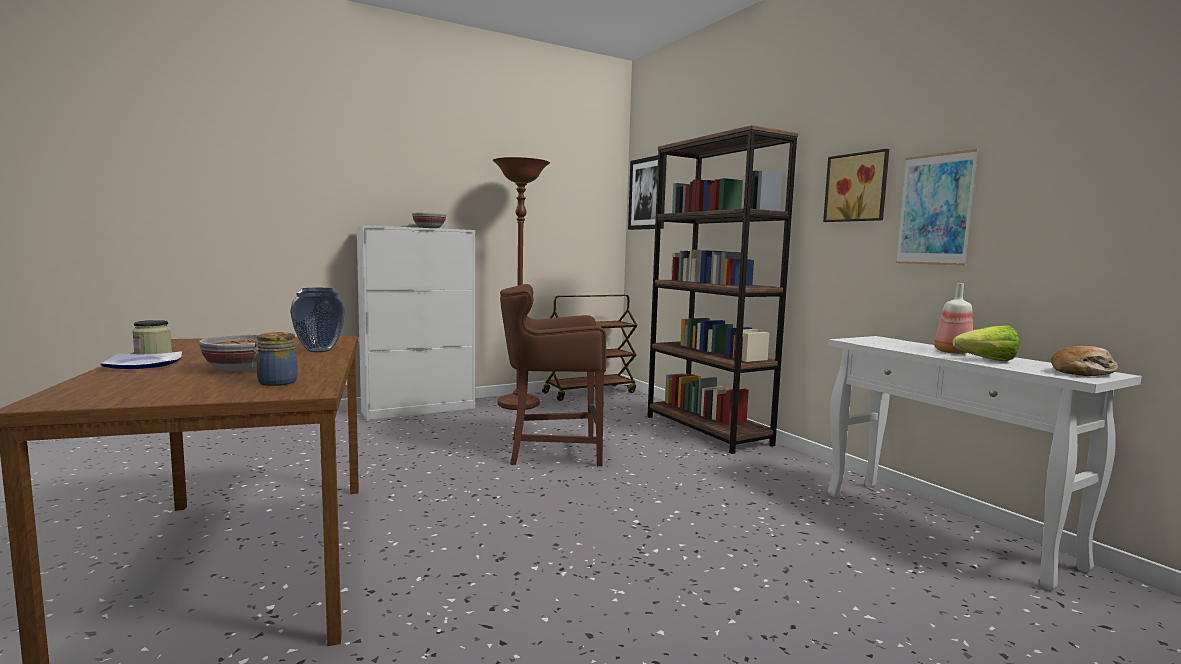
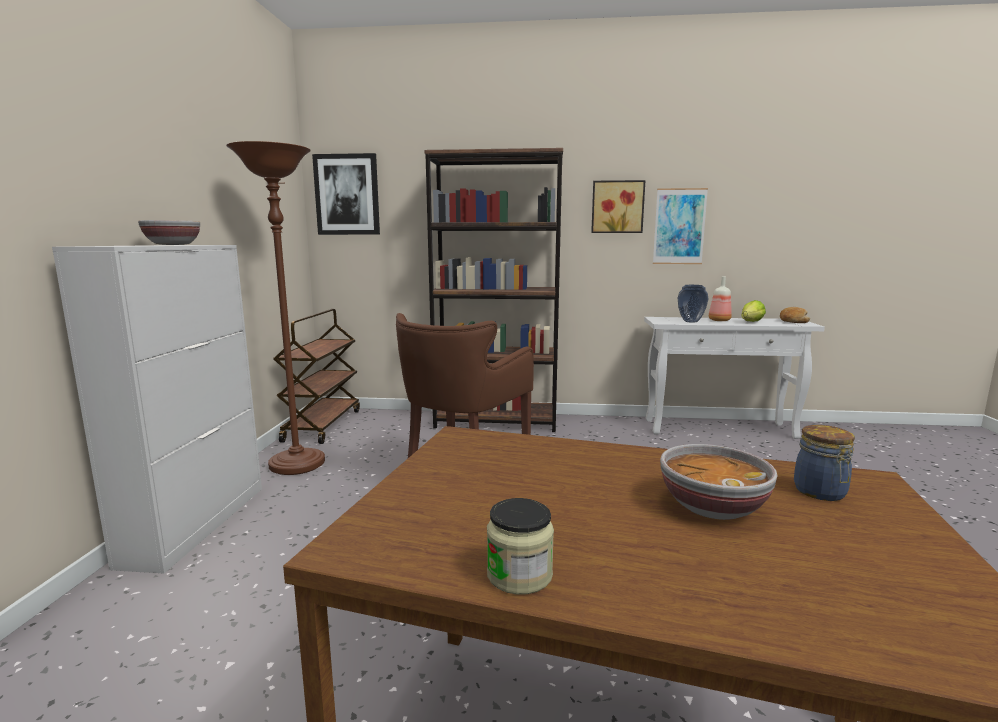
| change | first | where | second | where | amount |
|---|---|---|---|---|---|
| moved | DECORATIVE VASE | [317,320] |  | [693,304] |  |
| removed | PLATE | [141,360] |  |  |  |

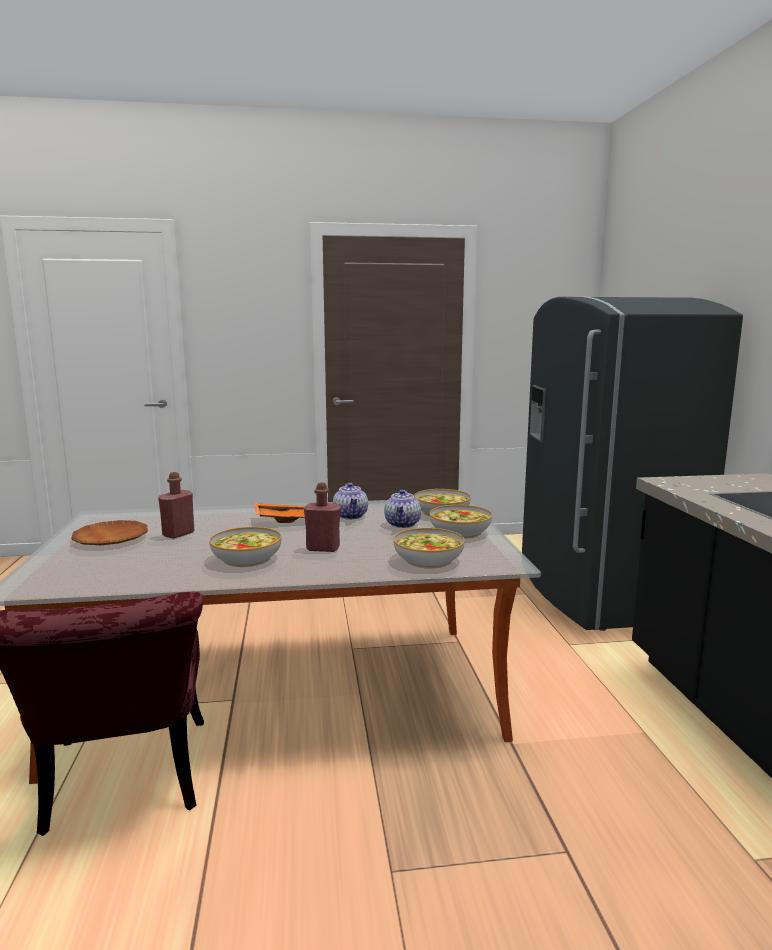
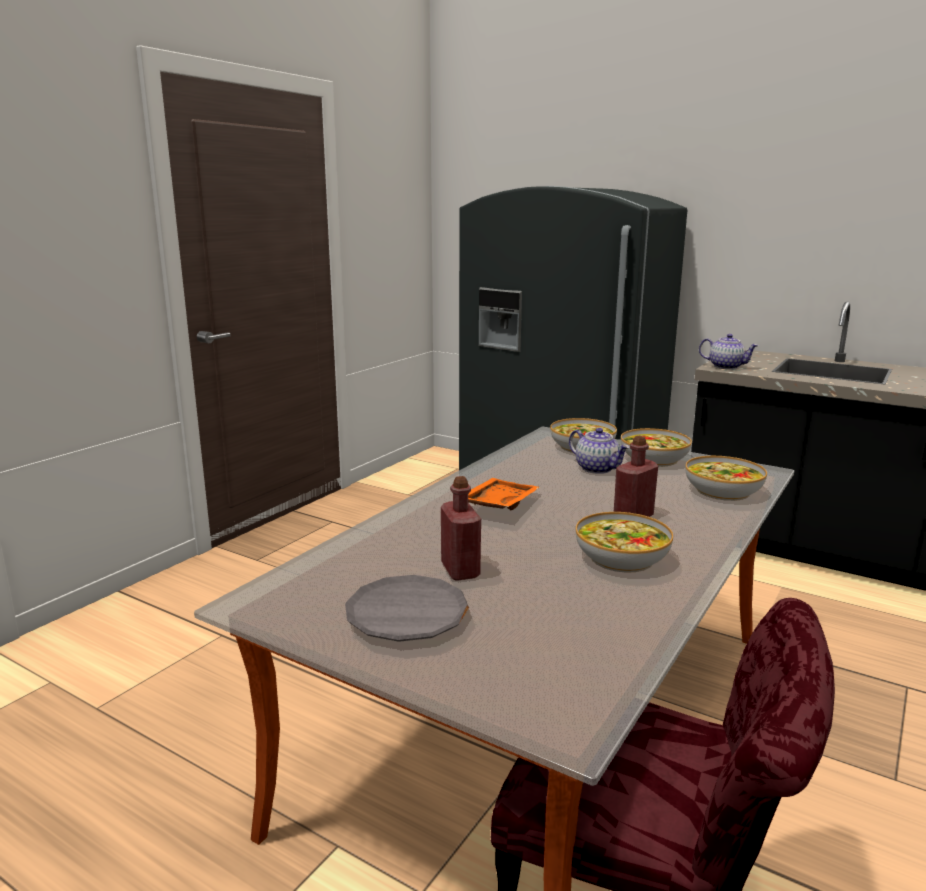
| change | first | where | second | where | amount |
|---|---|---|---|---|---|
| recoloured | BROWN-COLOURED PLATE | [109,532] | GRAY PLATE | [407,608] |  |
| moved | TEAPOT | [350,501] |  | [729,351] |  |

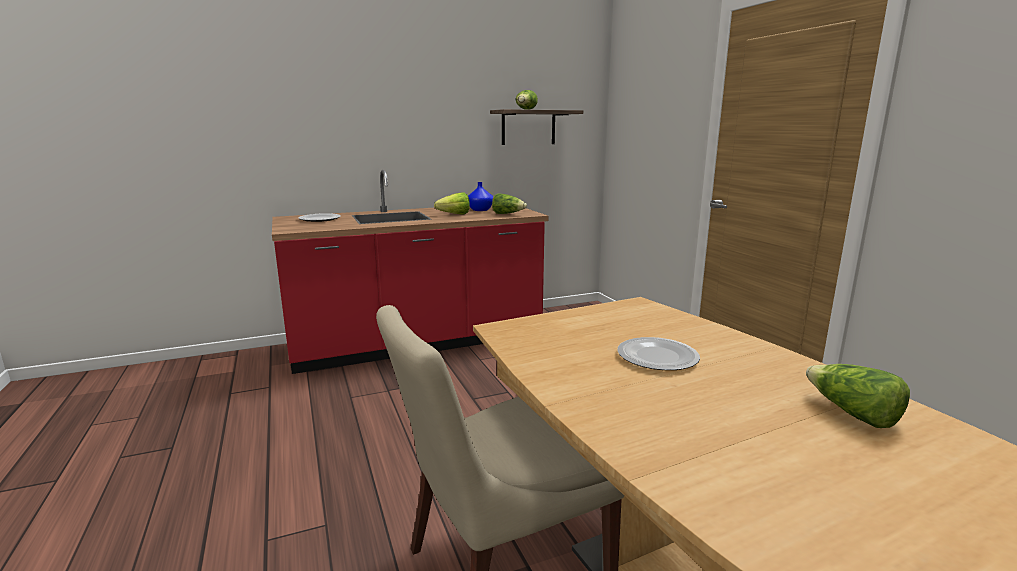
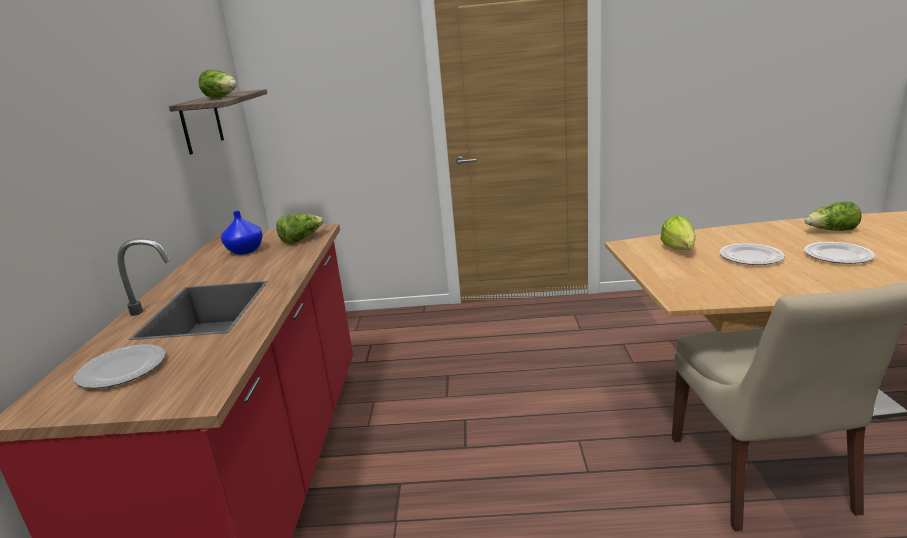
| change | first | where | second | where | amount |
|---|---|---|---|---|---|
| moved | LETTUCE | [452,203] |  | [678,232] |  |
| added |  |  | PLATE | [839,253] |  |

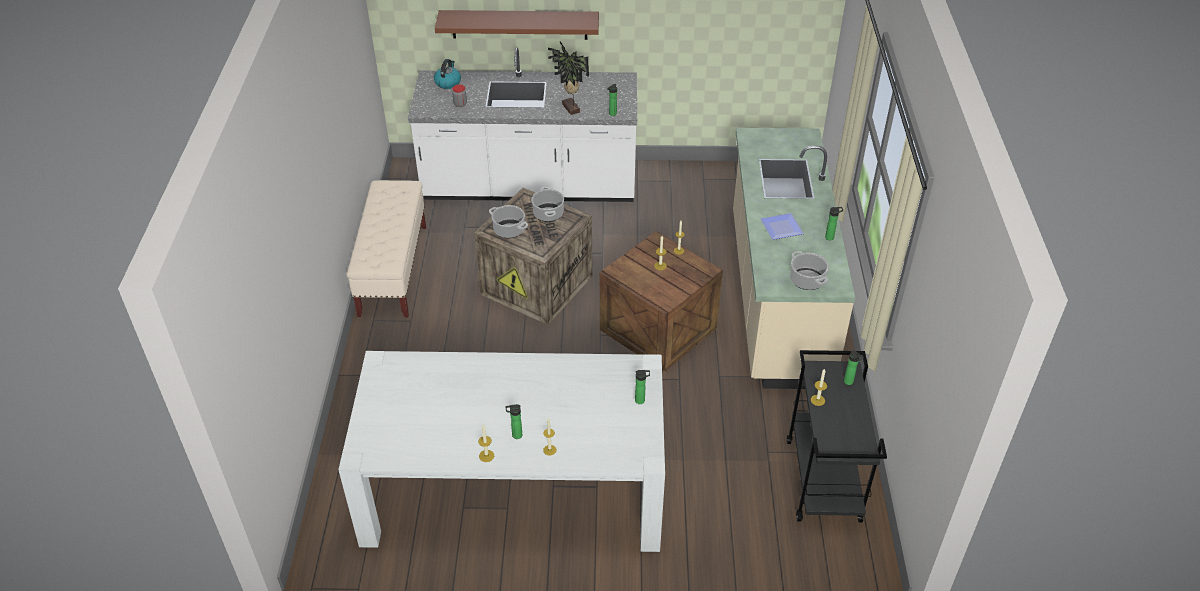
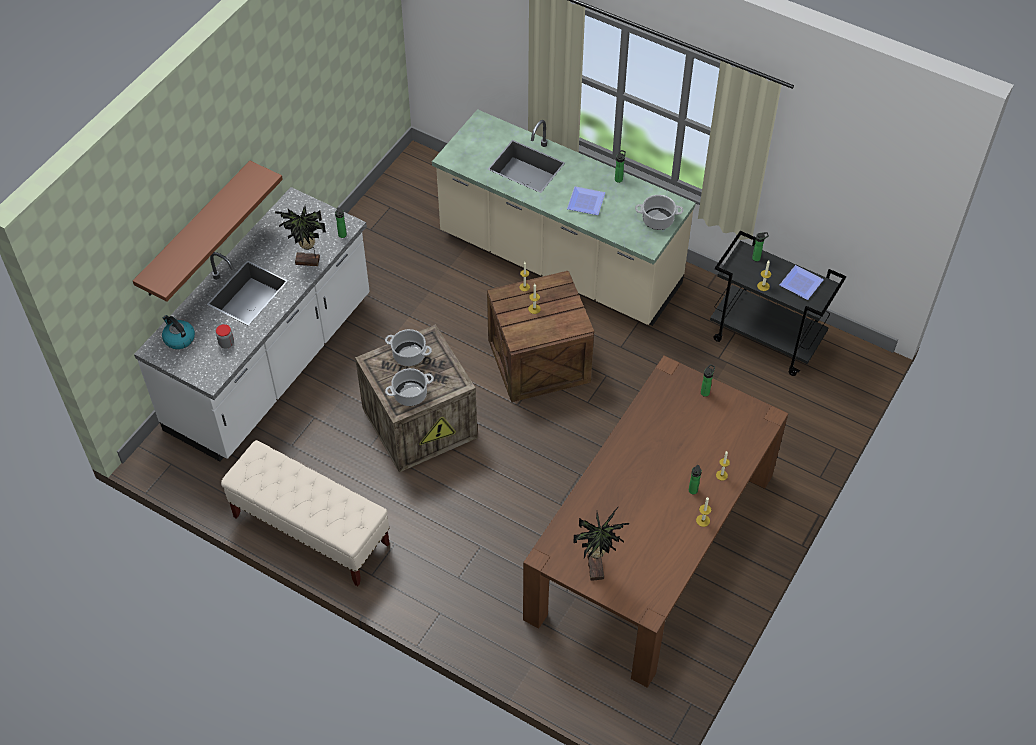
| change | first | where | second | where | amount |
|---|---|---|---|---|---|
| recoloured | WHITE DINING TABLE | [501,451] | BROWN-COLOURED DINING TABLE | [655,522] |  |
| added |  |  | HOUSEPLANT | [601,544] |  |
| added |  |  | PLATE | [802,282] |  |

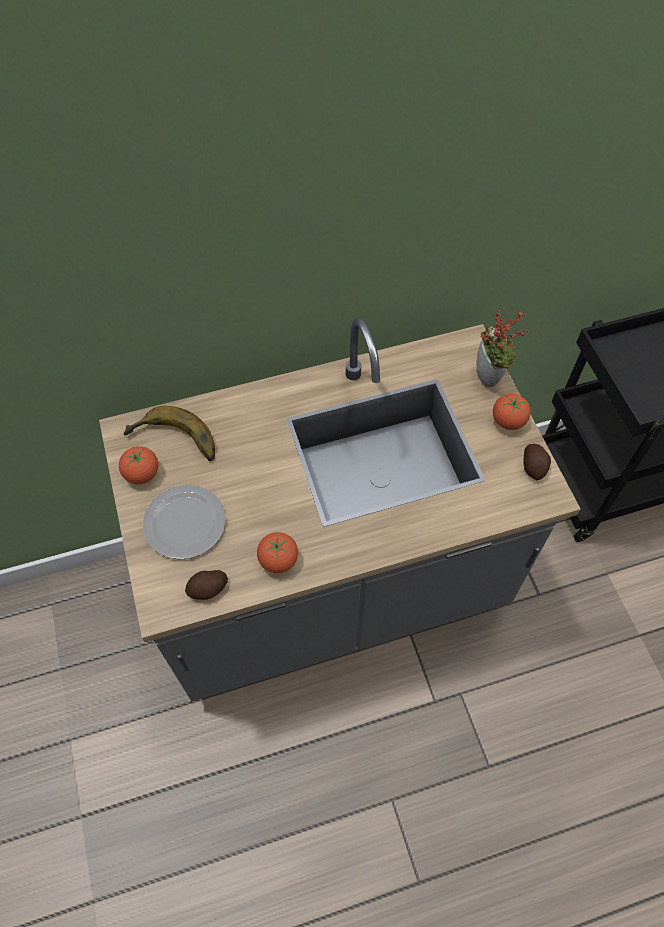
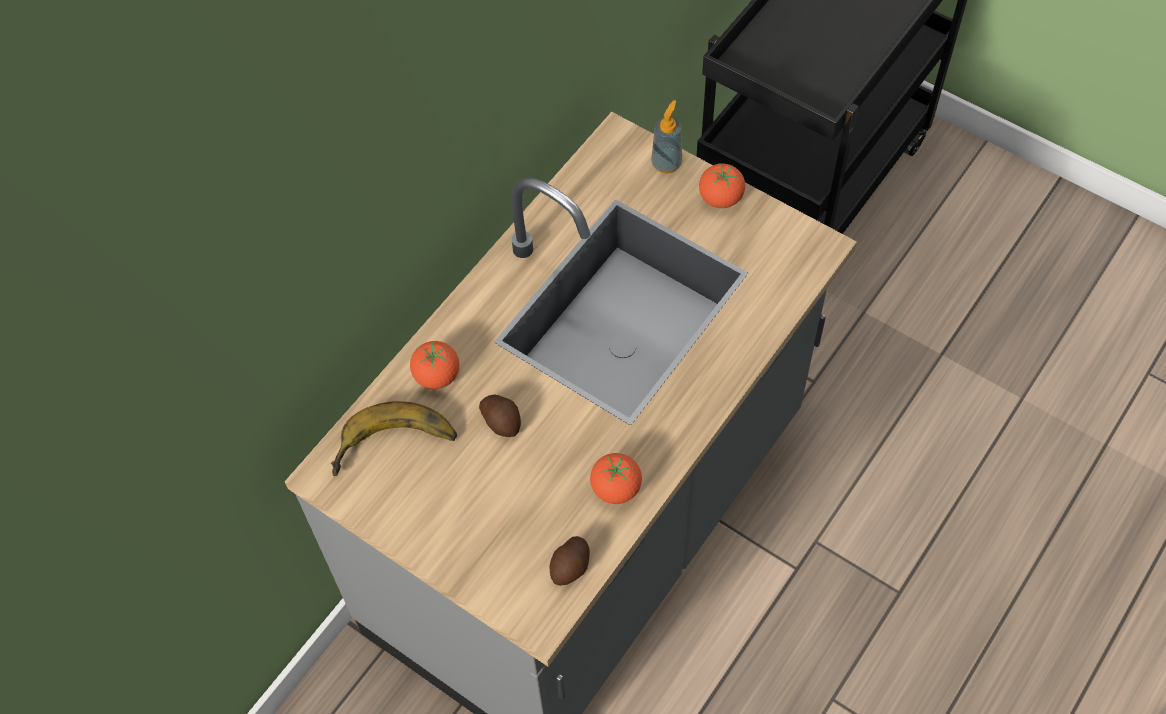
| change | first | where | second | where | amount |
|---|---|---|---|---|---|
| moved | WHOLE TOMATO | [138,465] |  | [434,365] |  |
| moved | POTATO | [537,462] |  | [500,415] |  |
| replaced | HOUSEPLANT | [502,348] | SOAP DISPENSER | [666,137] |  |
| removed | PLATE | [184,522] |  |  |  |

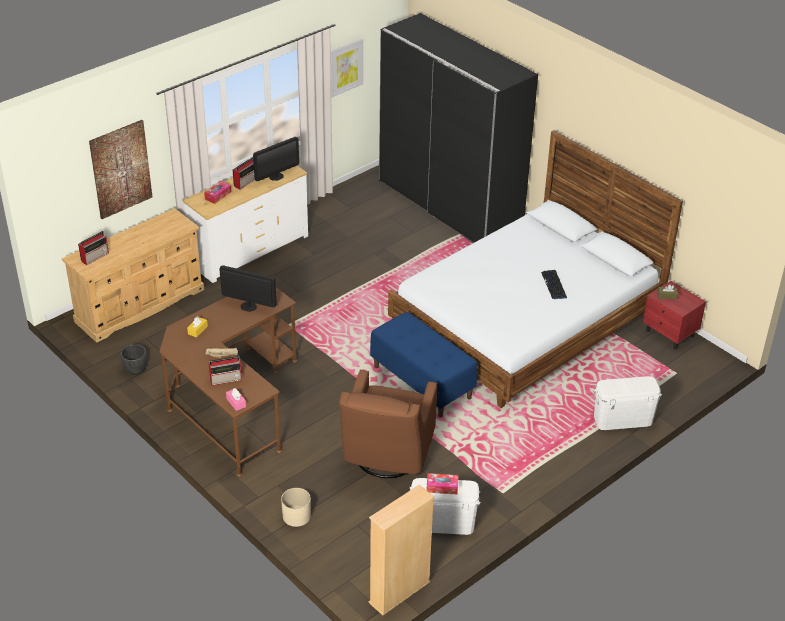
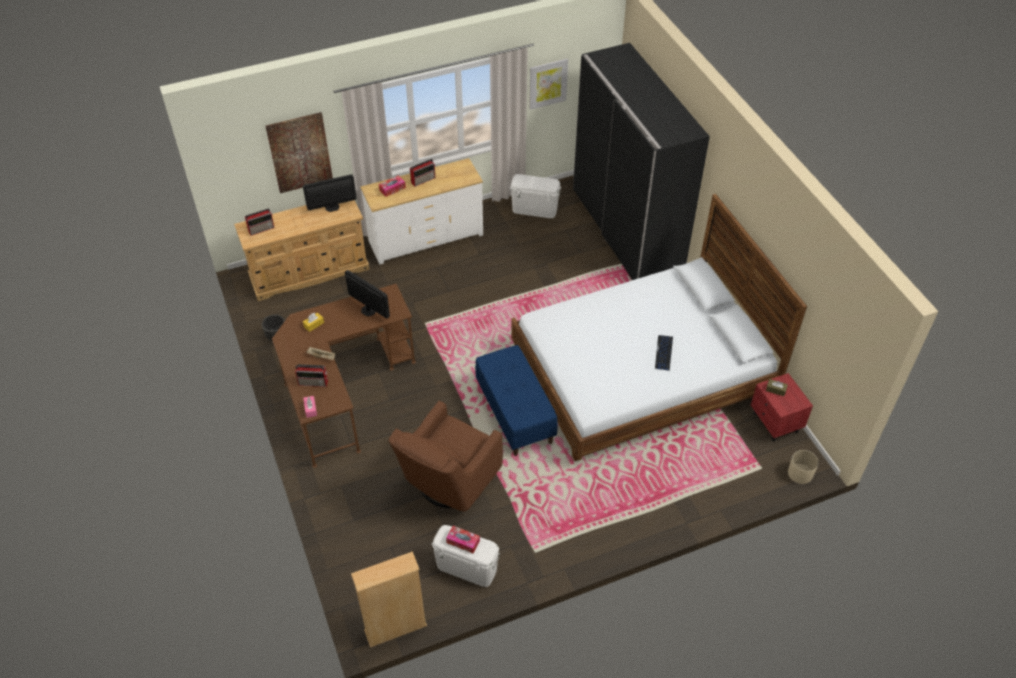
| change | first | where | second | where | amount |
|---|---|---|---|---|---|
| moved | COMPUTER DISPLAY | [276,159] |  | [329,193] |  |
| moved | WHITE STORAGE BOX | [628,403] |  | [535,196] |  |
| moved | SAND-COLOURED FLOWER POT | [296,507] |  | [803,467] |  |

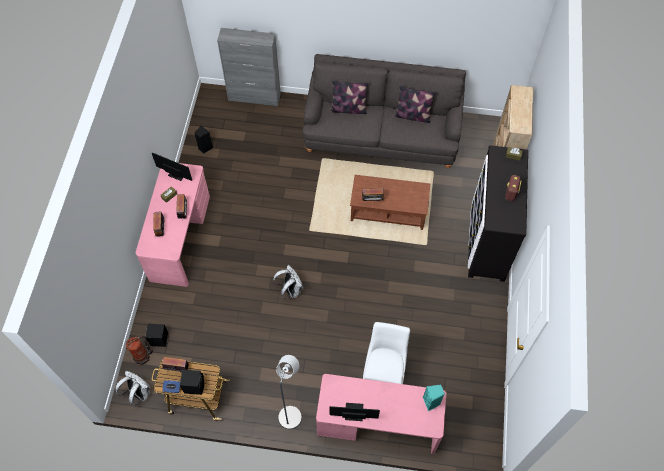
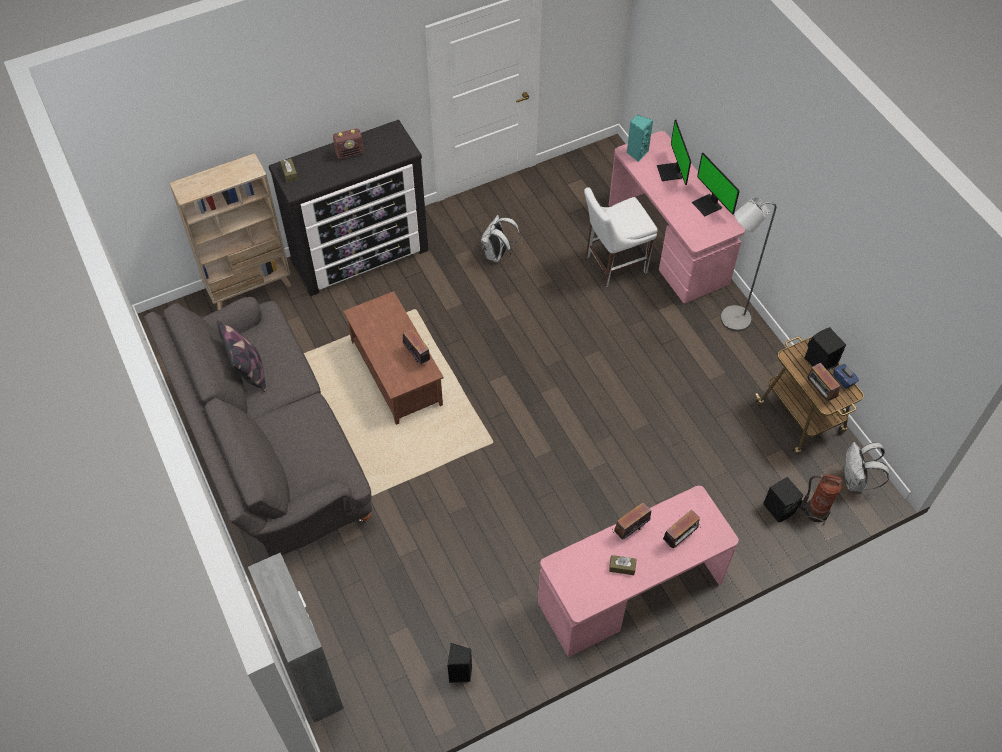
| change | first | where | second | where | amount |
|---|---|---|---|---|---|
| moved | WHITE RUCKSACK | [288,282] |  | [500,238] |  |
| moved | COMPUTER DISPLAY | [172,167] |  | [674,152] |  |
| removed | THROW PILLOW | [349,97] |  |  |  |

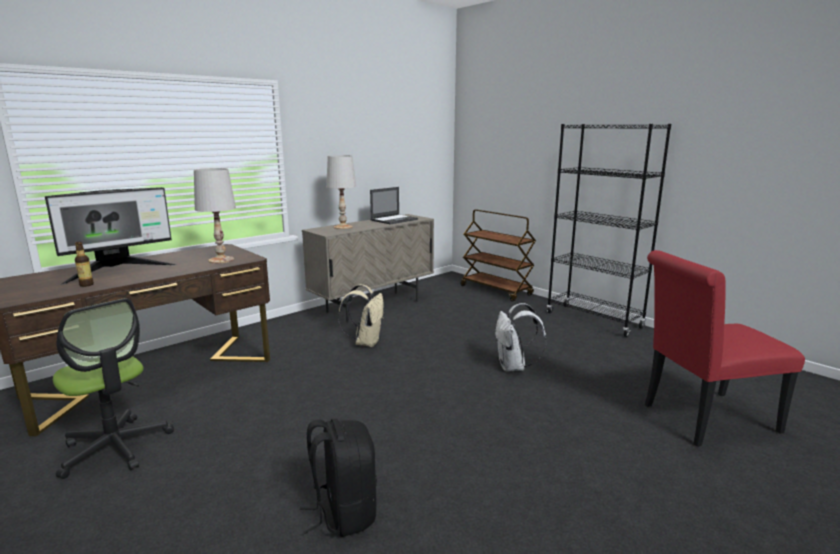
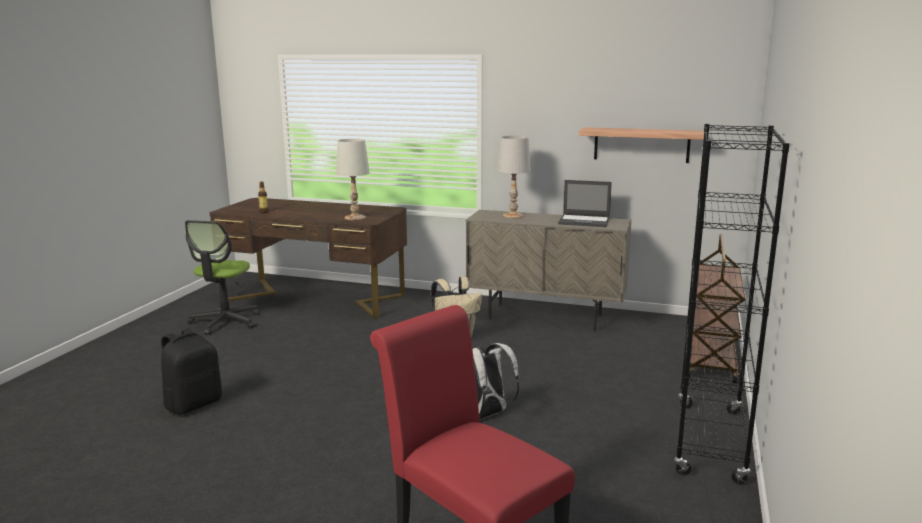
| change | first | where | second | where | amount |
|---|---|---|---|---|---|
| added |  |  | BRACKET SHELF | [641,145] |  |
| removed | COMPUTER DISPLAY | [110,236] |  |  |  |

